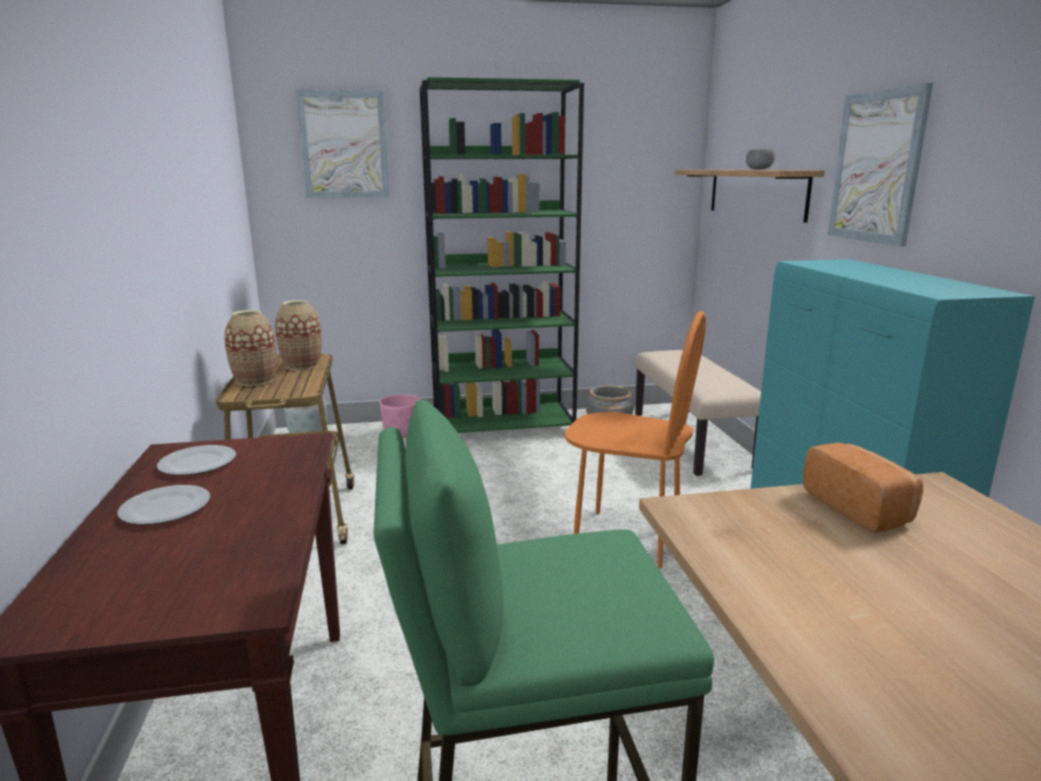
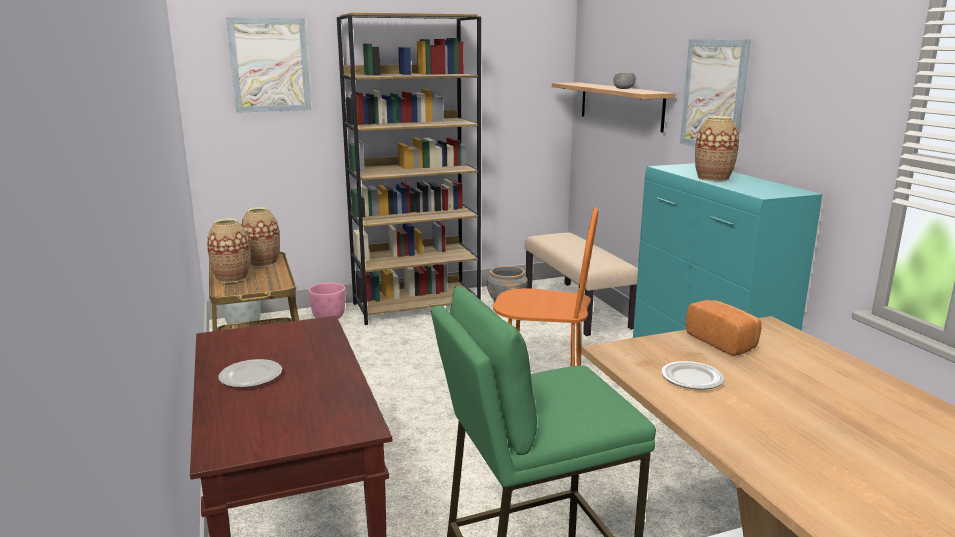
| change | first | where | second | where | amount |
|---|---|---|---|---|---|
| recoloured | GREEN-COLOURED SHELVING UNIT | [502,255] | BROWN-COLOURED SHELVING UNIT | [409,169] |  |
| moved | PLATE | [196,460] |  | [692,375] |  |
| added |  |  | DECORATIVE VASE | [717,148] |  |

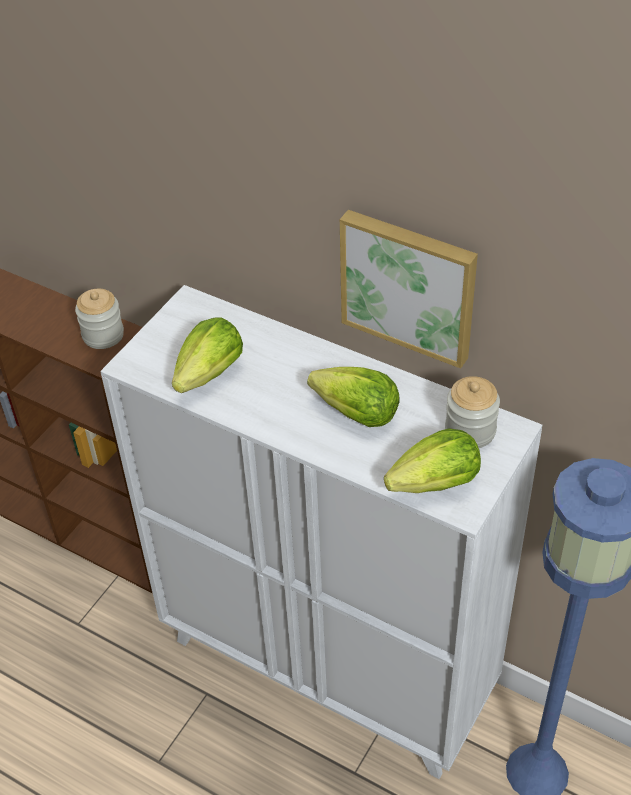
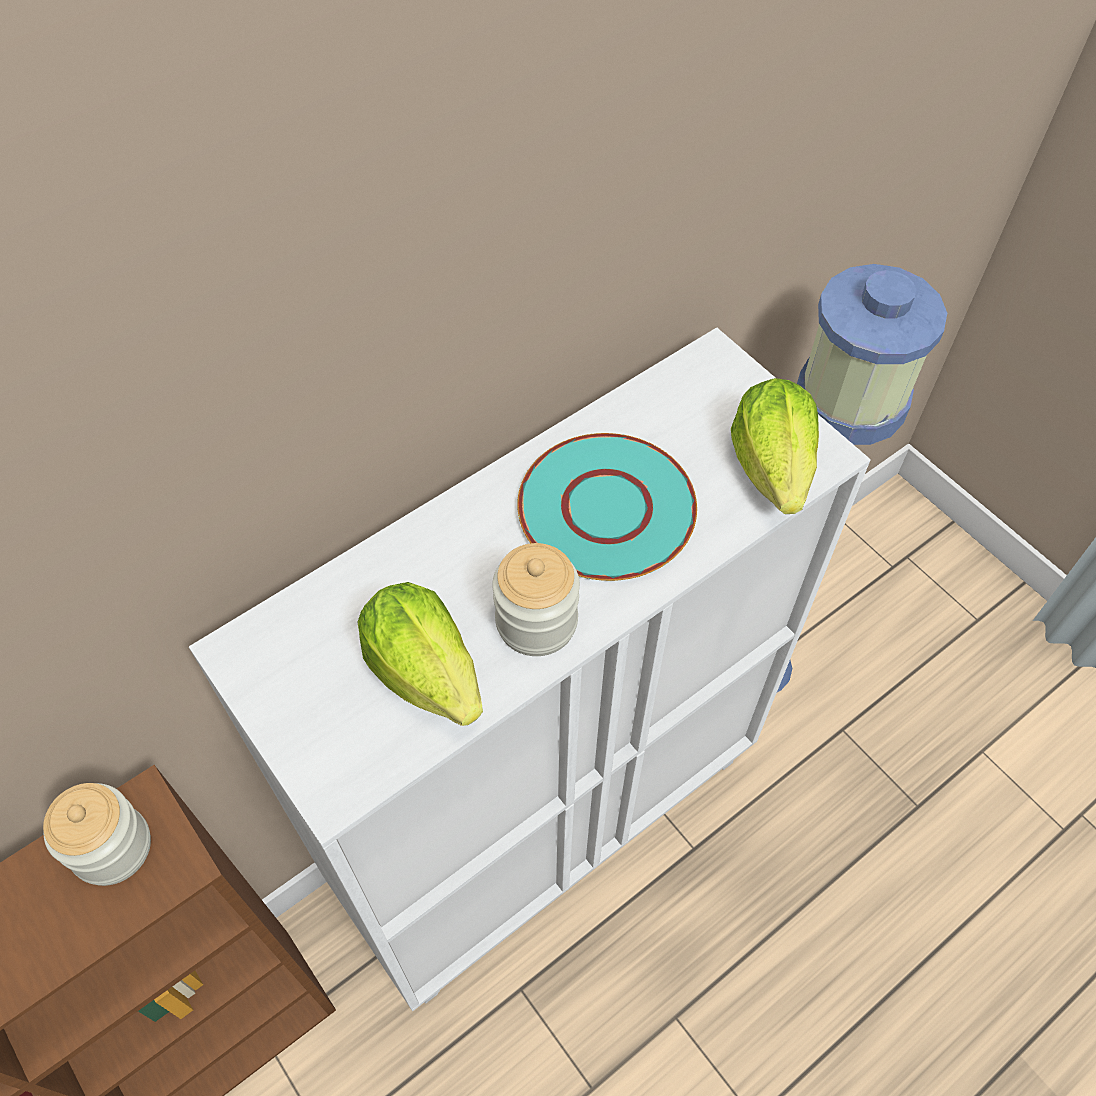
| change | first | where | second | where | amount |
|---|---|---|---|---|---|
| moved | JAR | [472,412] |  | [536,599] |  |
| replaced | LETTUCE | [353,397] | BLUE-GREEN PLATE | [607,507] |  |
| removed | WALL PICTURE | [409,289] |  |  |  |

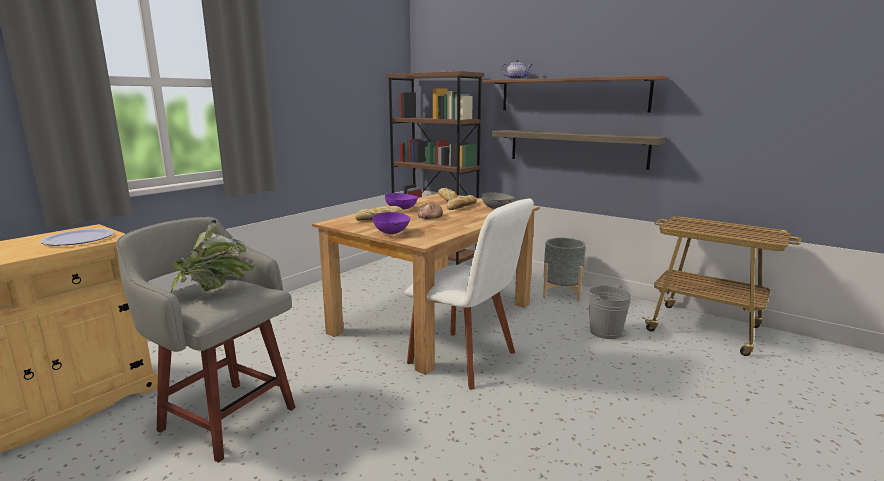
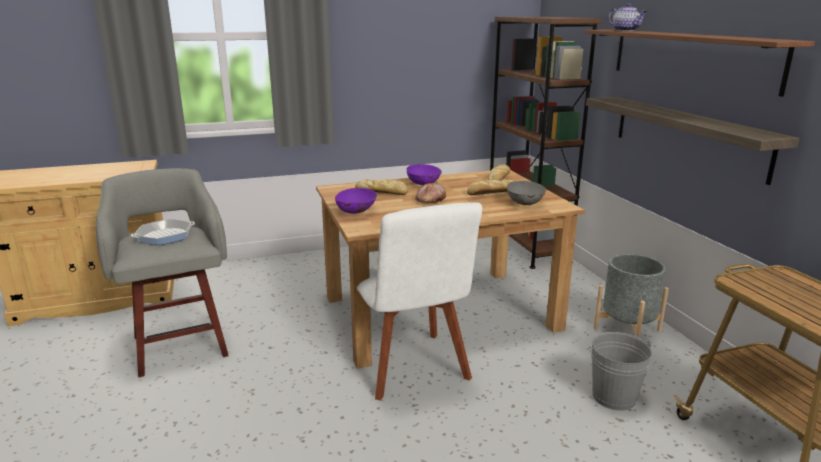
| change | first | where | second | where | amount |
|---|---|---|---|---|---|
| replaced | HOUSEPLANT | [213,255] | FRYING PAN | [163,232] |  |
| removed | PLATE | [77,237] |  |  |  |

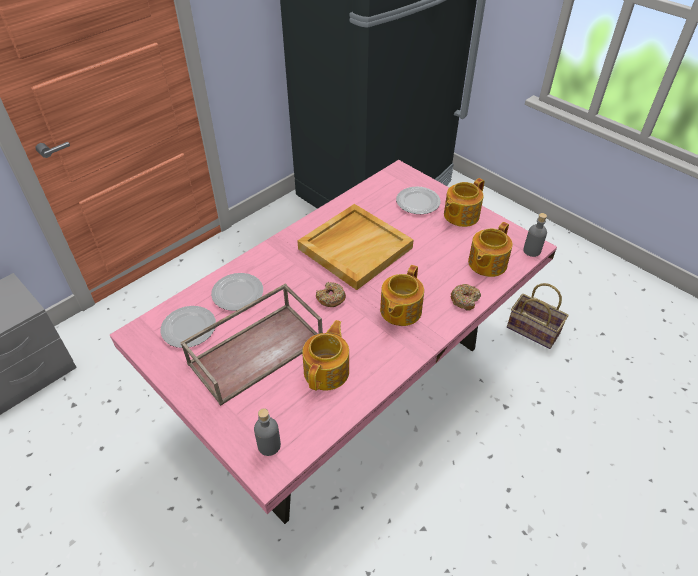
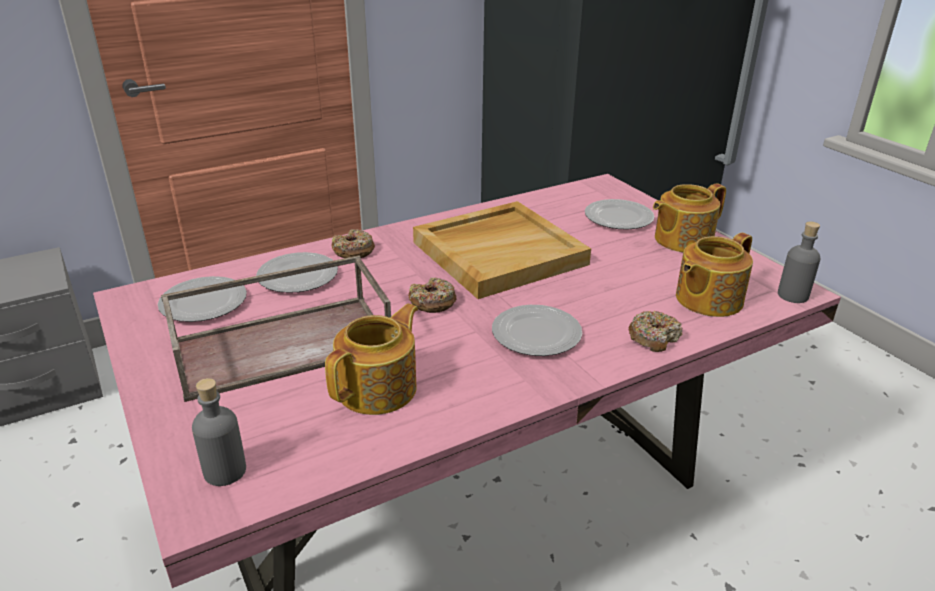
| change | first | where | second | where | amount |
|---|---|---|---|---|---|
| added |  |  | RING DOUGHNUT | [353,243] |  |
| replaced | TEAPOT | [402,295] | PLATE | [537,330] |  |
| removed | BASKET | [538,316] |  |  |  |

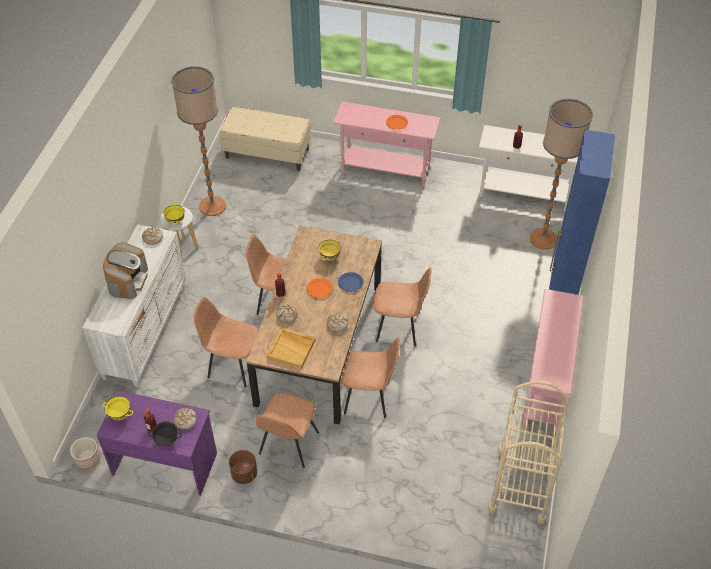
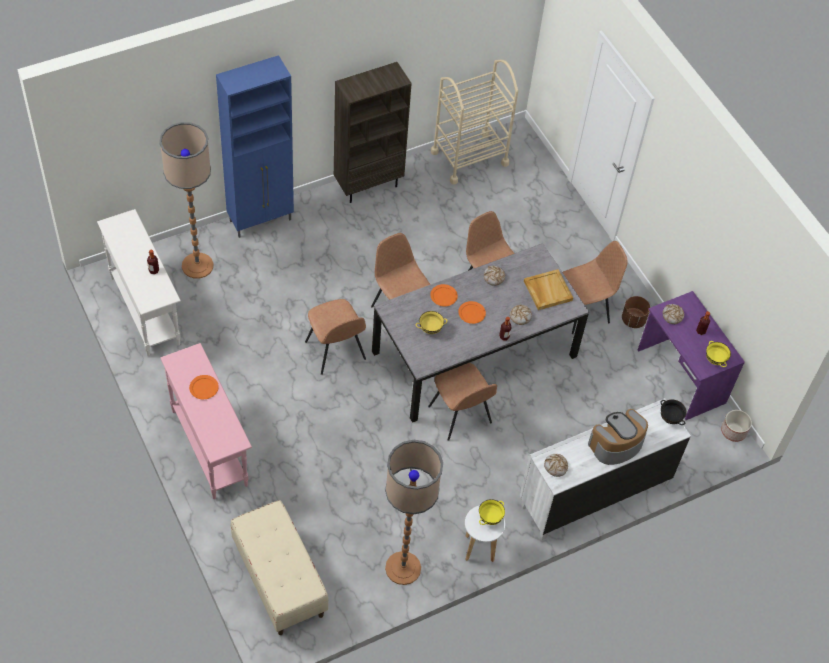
| change | first | where | second | where | amount |
|---|---|---|---|---|---|
| moved | BROWN-COLOURED UPRIGHT CHAIR | [226,342] |  | [335,337] |  |
| replaced | PINKISH NARROW TABLE | [553,361] | BROWN-COLOURED SHELVING UNIT | [373,132] |  |
| recoloured | BROWN-COLOURED DINING TABLE | [314,325] | GRAY DINING TABLE | [480,333] |  |
| recoloured | BLUE-COLOURED PLATE | [350,282] | ORANGE-COLOURED PLATE | [444,295] |  |
| moved | BLACKISH DEEP DISH | [165,433] |  | [674,412] |  |

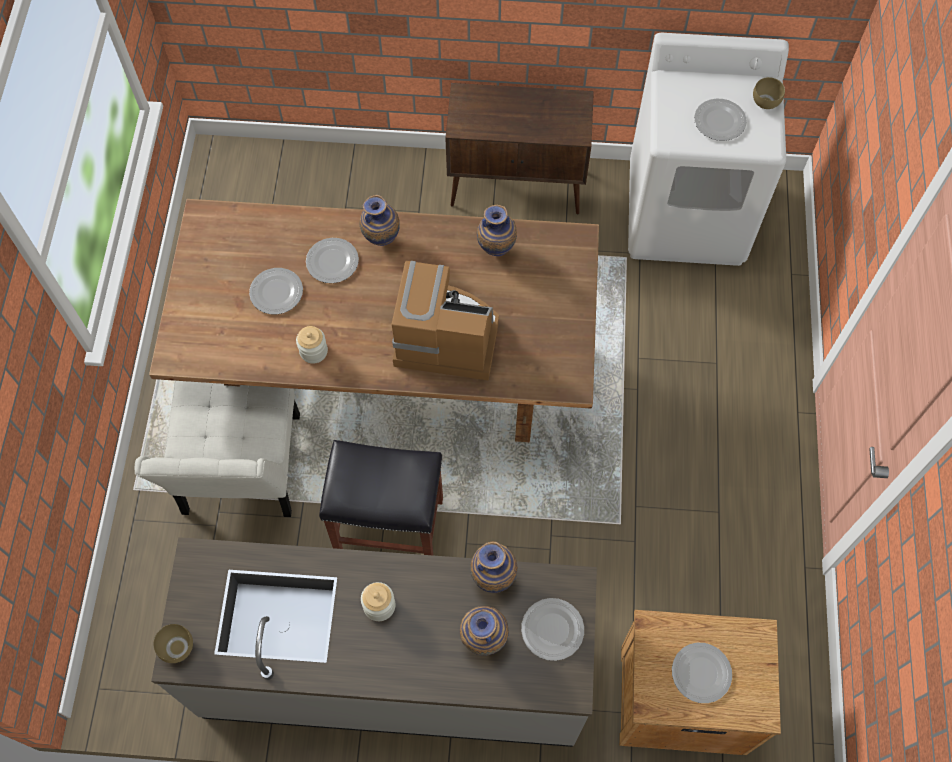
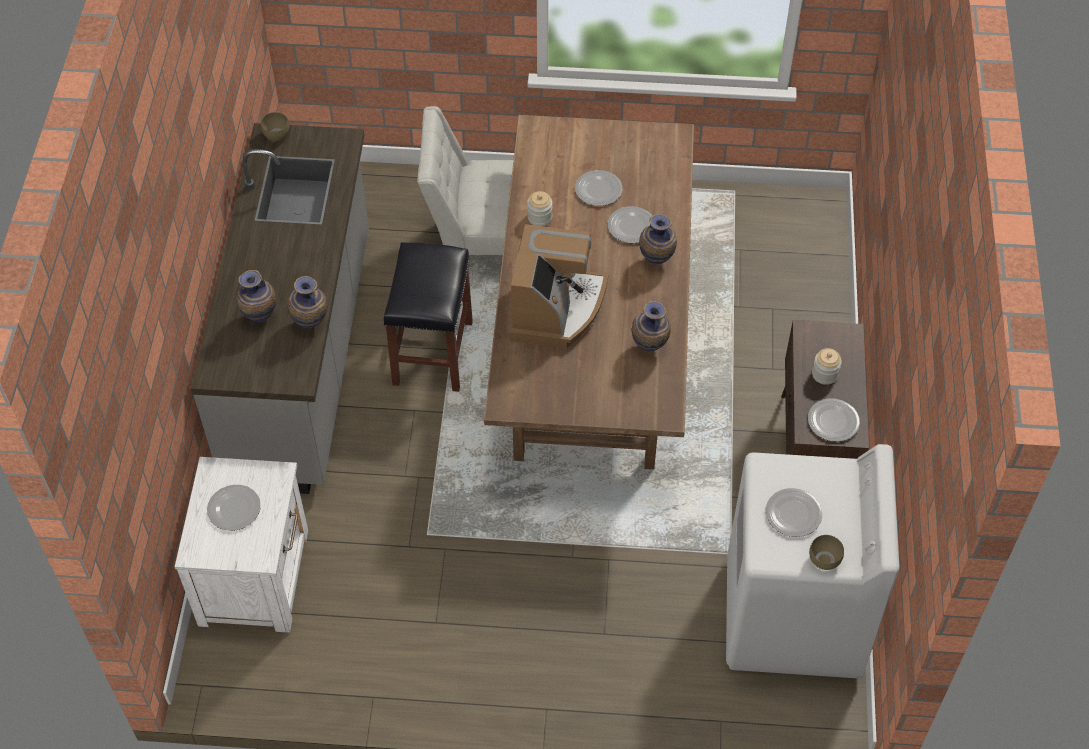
| change | first | where | second | where | amount |
|---|---|---|---|---|---|
| recoloured | BROWN-COLOURED NIGHTSTAND | [700,682] | WHITE NIGHTSTAND | [241,545] |  |
| moved | PLATE | [552,629] |  | [834,420] |  |
| moved | JAR | [378,601] |  | [827,366] |  |

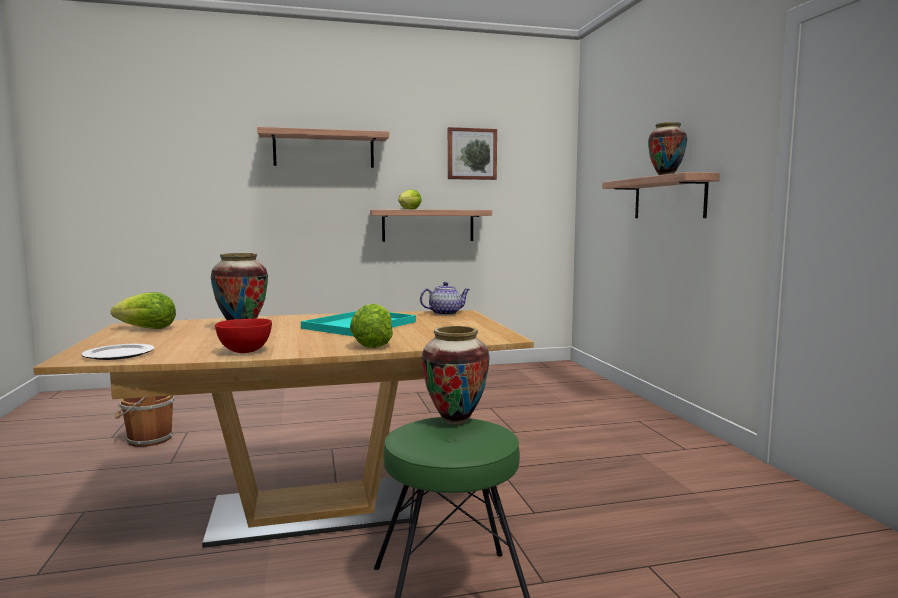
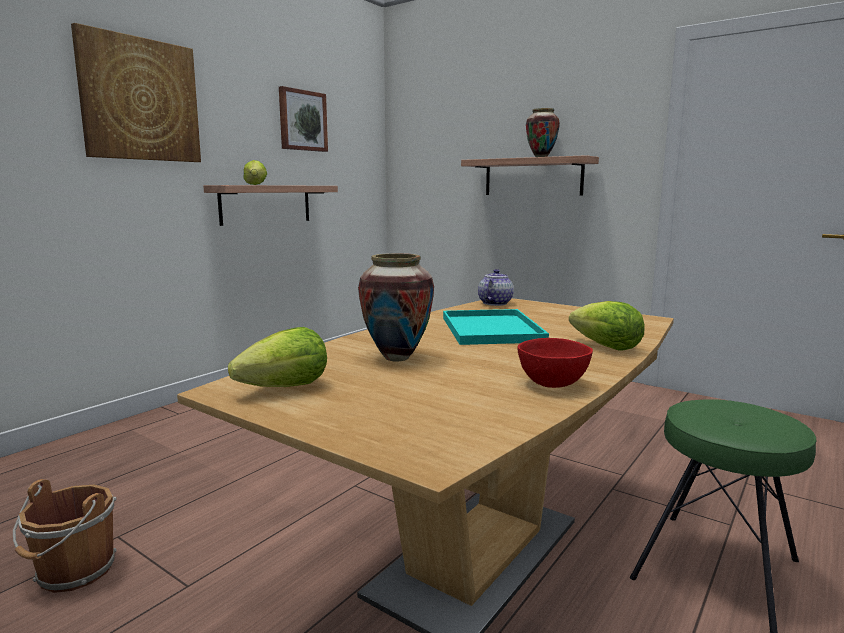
| change | first | where | second | where | amount |
|---|---|---|---|---|---|
| replaced | BRACKET SHELF | [323,147] | WALL PICTURE | [136,92] |  |
| removed | PLATE | [117,352] |  |  |  |
| removed | DECORATIVE VASE | [456,375] |  |  |  |

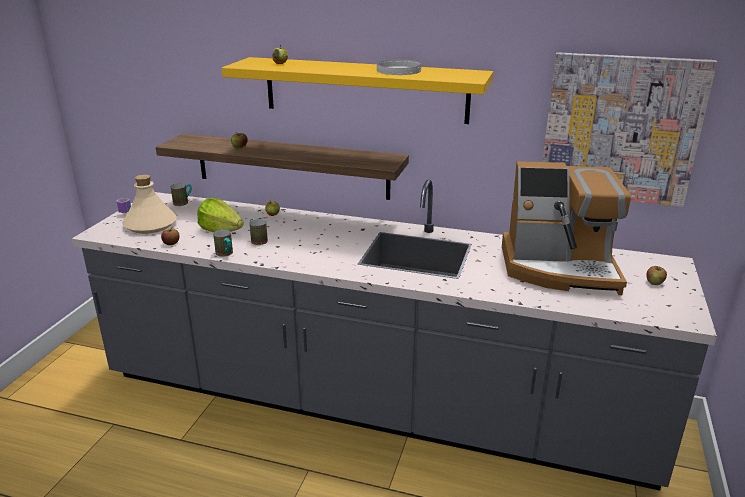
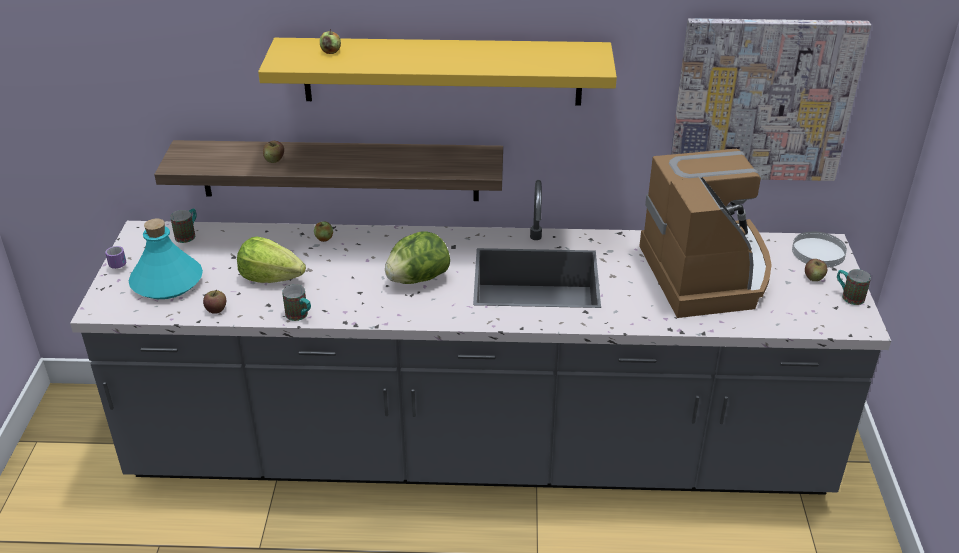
| change | first | where | second | where | amount |
|---|---|---|---|---|---|
| recoloured | SAND-COLOURED BOTTLE | [149,204] | BLUE-GREEN BOTTLE | [166,259] |  |
| added |  |  | LETTUCE | [417,257] |  |
| turned | COFFEE MACHINE | [566,228] |  | [705,233] | 90 degrees counterclockwise |
| moved | WHITE PLATE | [399,67] |  | [819,250] |  |
| moved | COFFEE MUG | [258,232] |  | [854,287] |  |

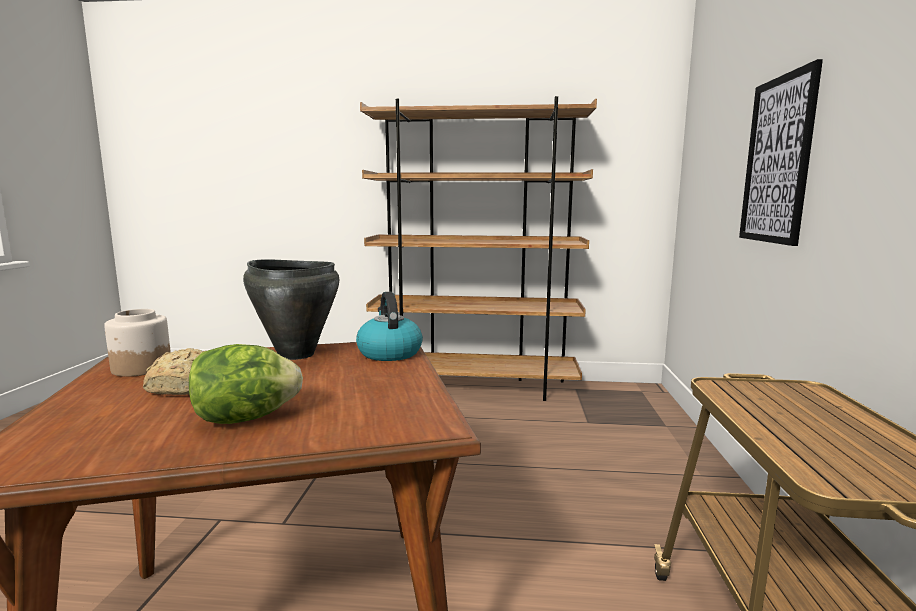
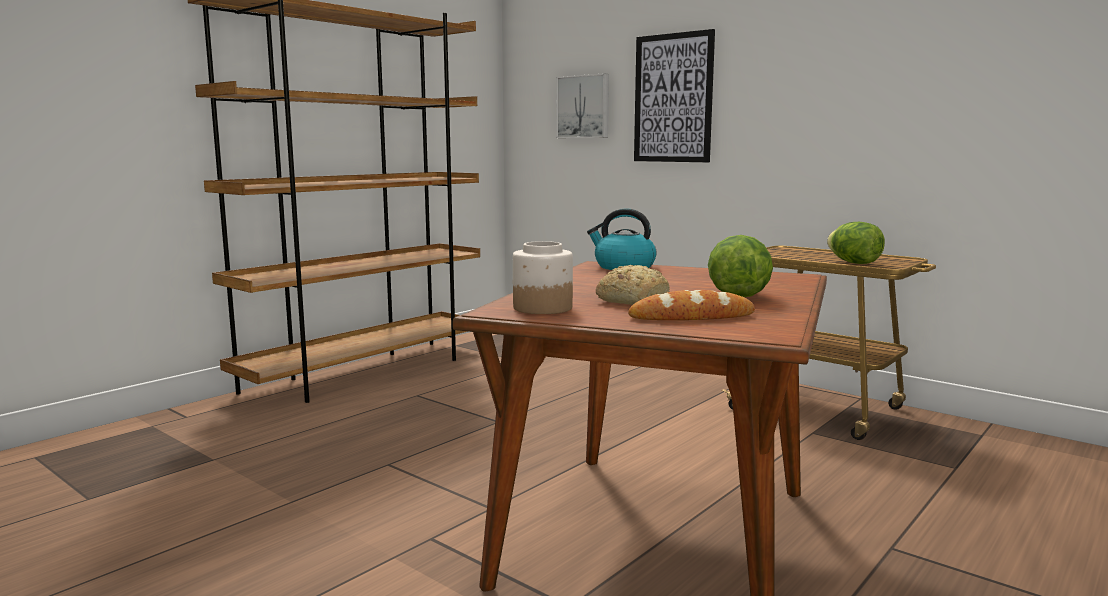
| change | first | where | second | where | amount |
|---|---|---|---|---|---|
| added |  |  | WALL PICTURE | [582,105] |  |
| added |  |  | BAKERY BREAD | [691,305] |  |
| added |  |  | LETTUCE | [856,243] |  |
| removed | BLACKISH COOKING POT | [291,310] |  |  |  |

